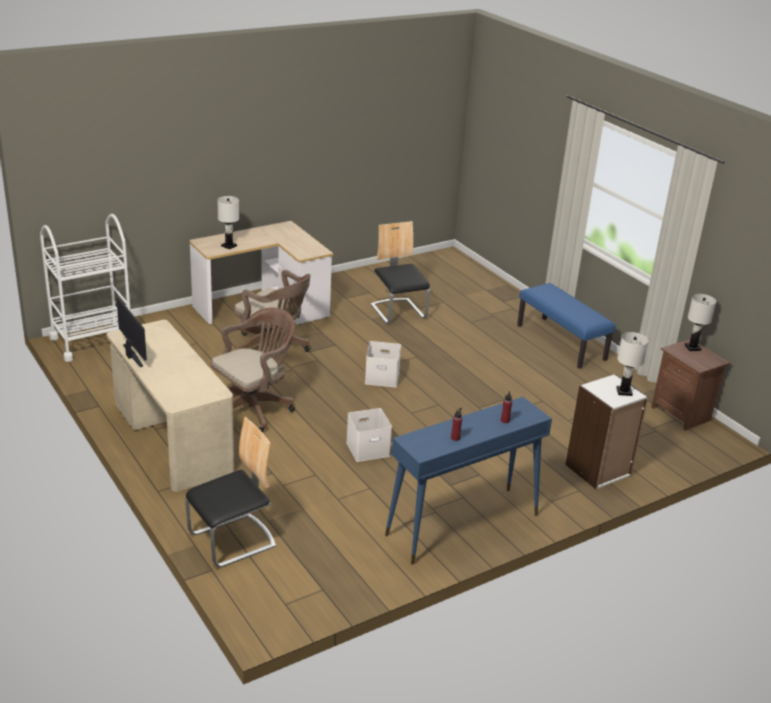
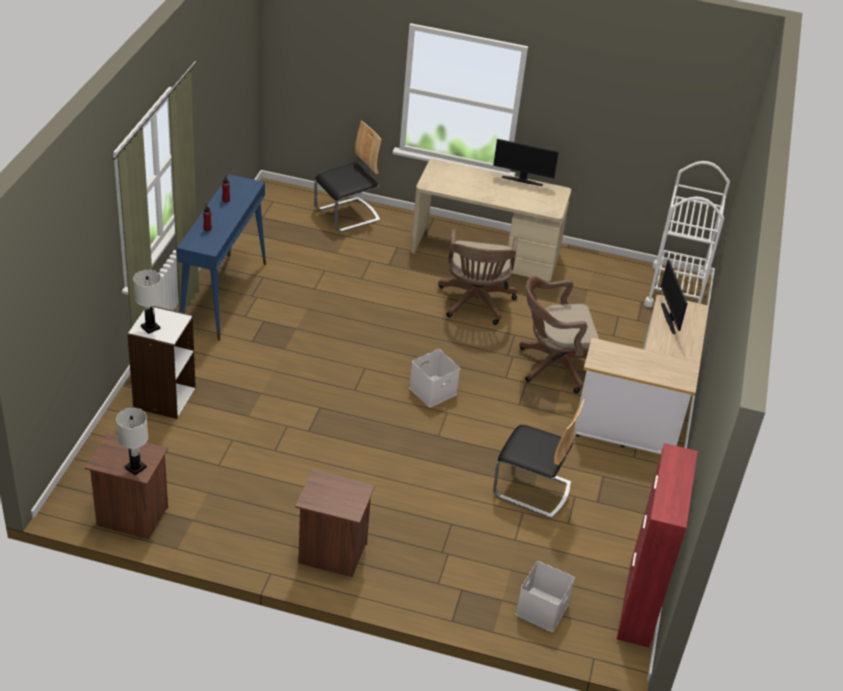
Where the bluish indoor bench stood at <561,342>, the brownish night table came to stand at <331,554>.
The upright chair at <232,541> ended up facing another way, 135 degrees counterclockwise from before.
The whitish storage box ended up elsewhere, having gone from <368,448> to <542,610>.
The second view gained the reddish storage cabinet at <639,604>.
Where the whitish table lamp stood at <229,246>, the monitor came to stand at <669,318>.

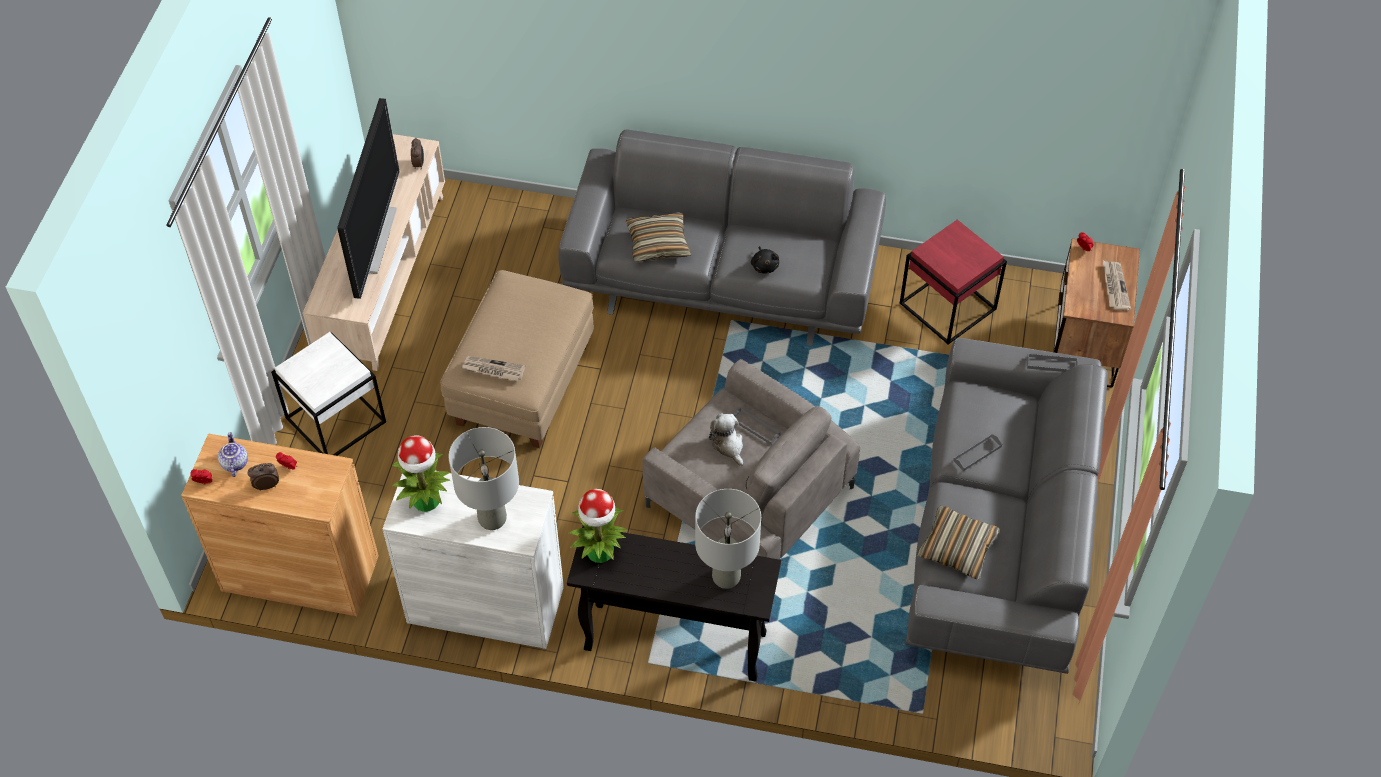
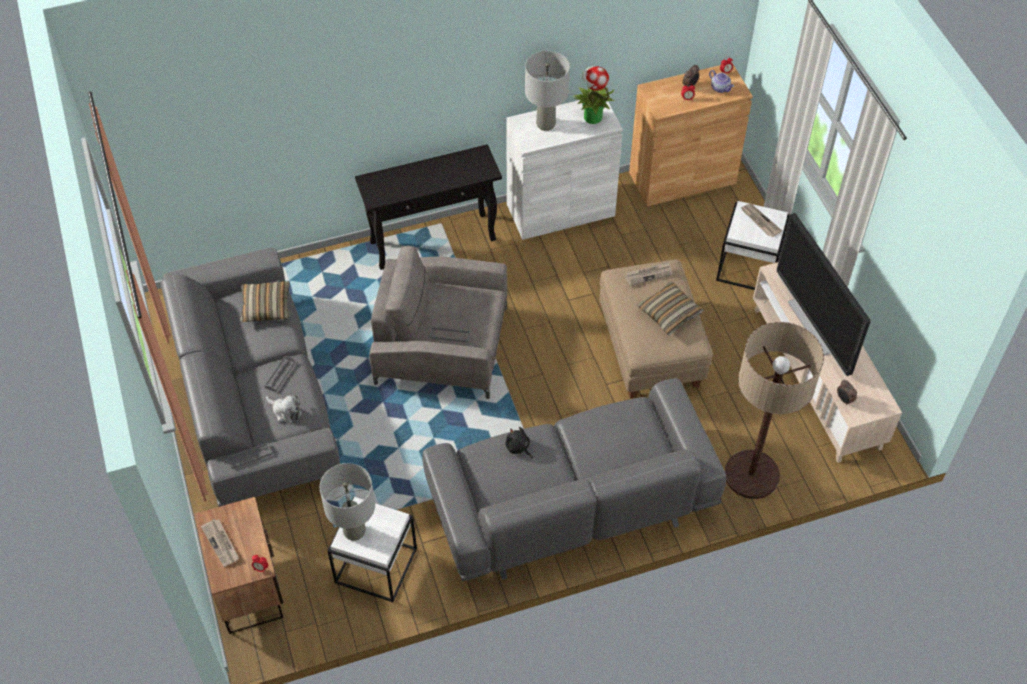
The soft toy ended up elsewhere, having gone from <728,445> to <285,411>.
The grey table lamp ended up elsewhere, having gone from <726,576> to <354,531>.
What was the reddish side table at <949,306> turned into the whitish side table at <375,566>.
The throw pillow ended up elsewhere, having gone from <658,244> to <669,313>.
The second view gained the floor lamp at <751,475>.
The second view gained the printed paper at <759,221>.
The second view lost the plant in a pot at <600,552>.

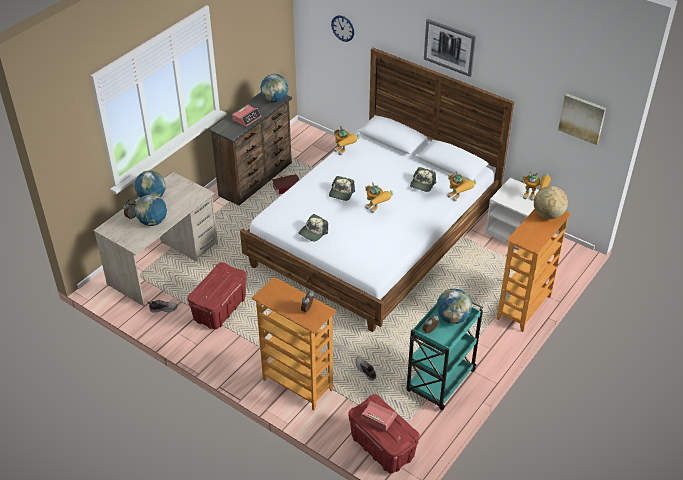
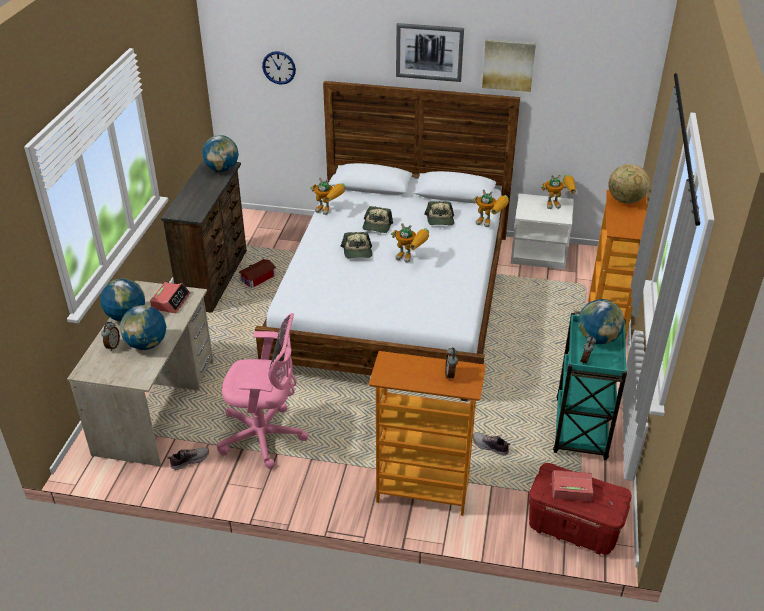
The bedside clock ended up elsewhere, having gone from <247,118> to <171,301>.
Where the reddish storage box stood at <220,309>, the pink-coloured desk chair came to stand at <265,437>.
The cap ended up elsewhere, having gone from <313,232> to <377,226>.
The wall picture ended up elsewhere, having gone from <582,118> to <508,64>.

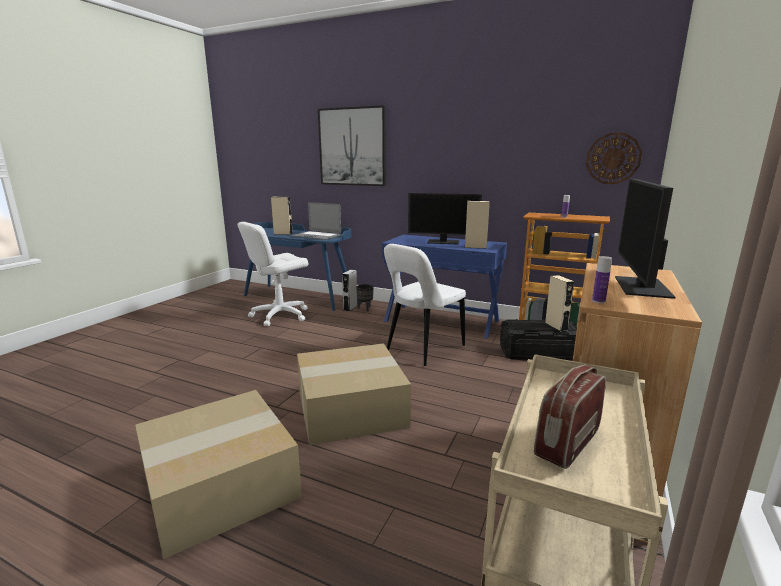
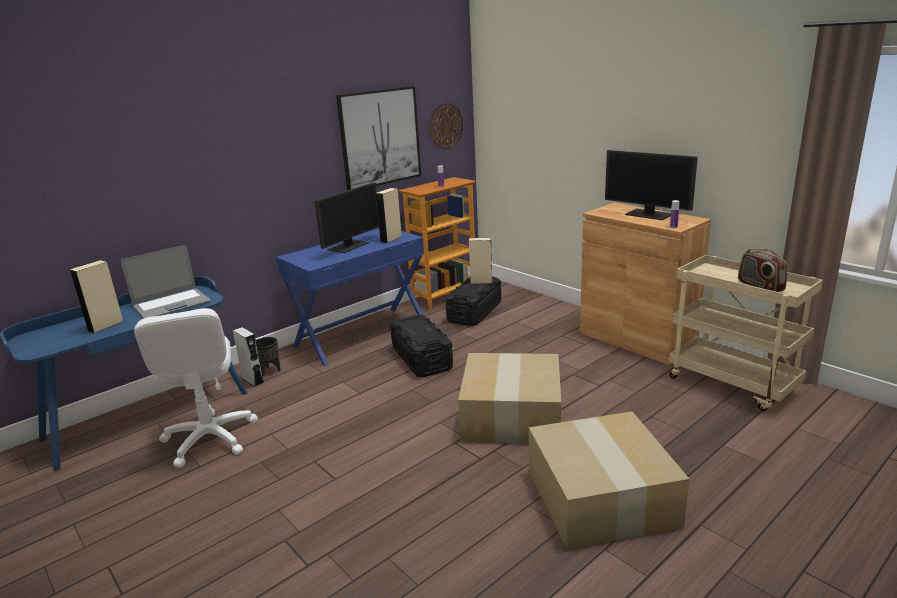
The wall picture ended up elsewhere, having gone from <352,147> to <380,137>.
Where the whitish upright chair stood at <422,349>, the black-coloured storage box came to stand at <421,358>.

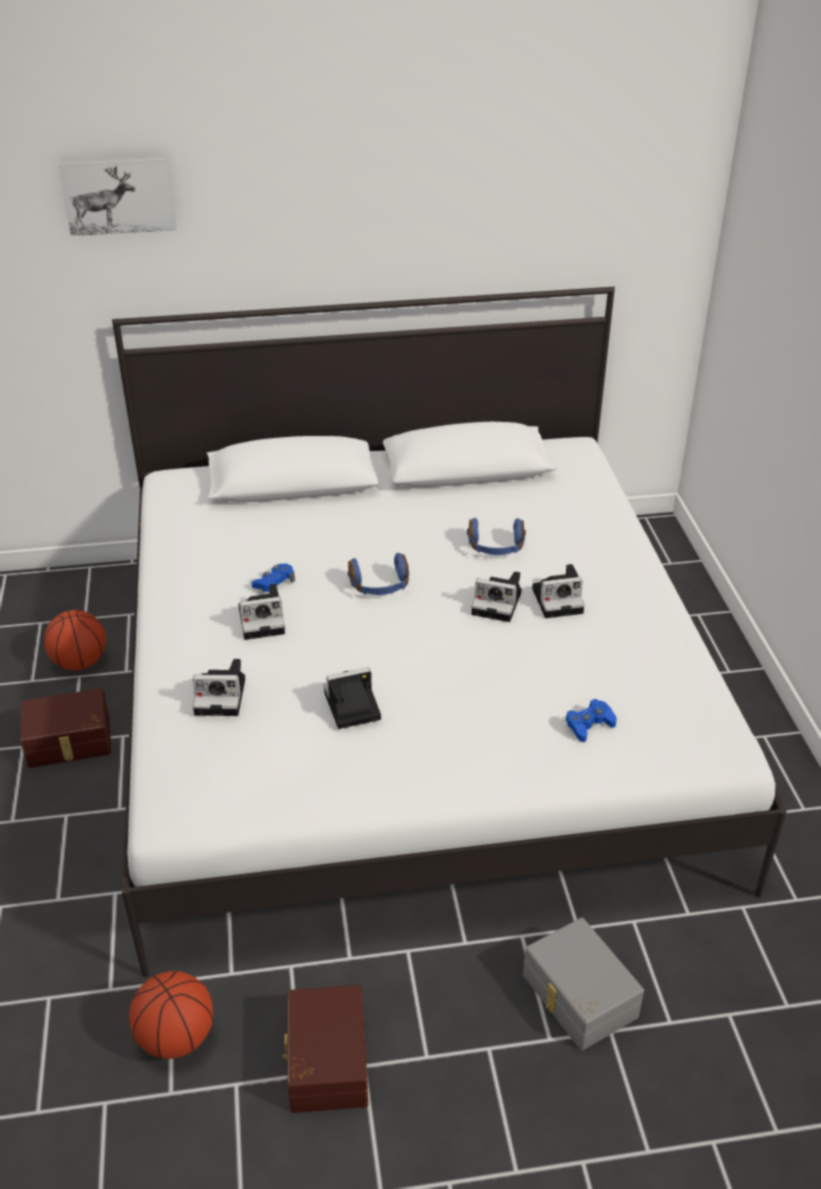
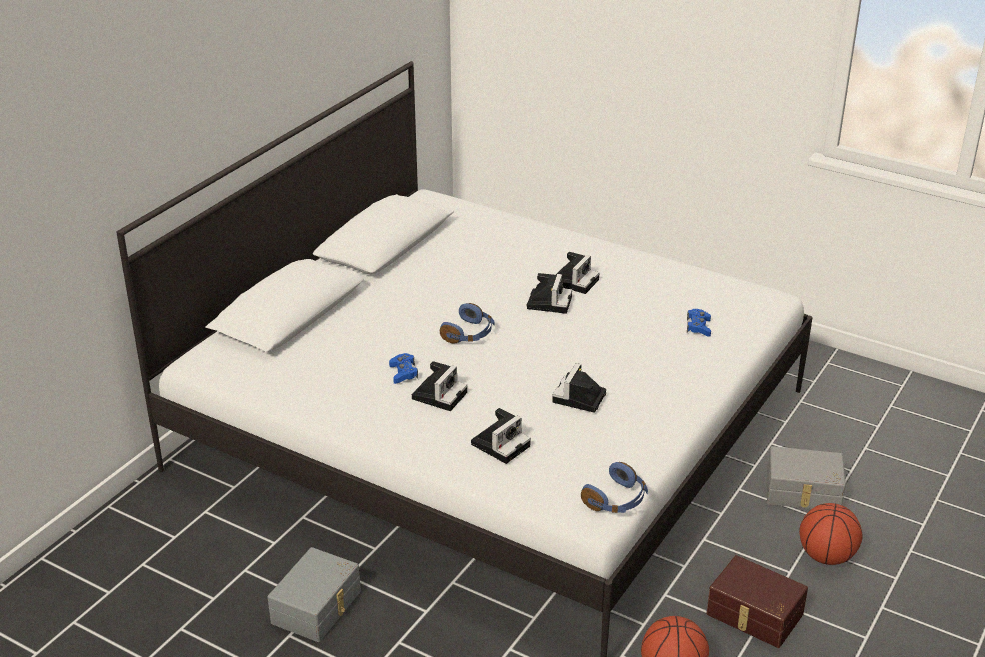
What was the brownish storage box at <69,742> turned into the grey storage box at <318,607>.
The still camera at <499,603> ended up facing another way, 45 degrees counterclockwise from before.
The bluish headphones ended up elsewhere, having gone from <496,547> to <616,500>.
The basketball ended up elsewhere, having gone from <80,663> to <826,557>.
The second view lost the wall picture at <118,194>.

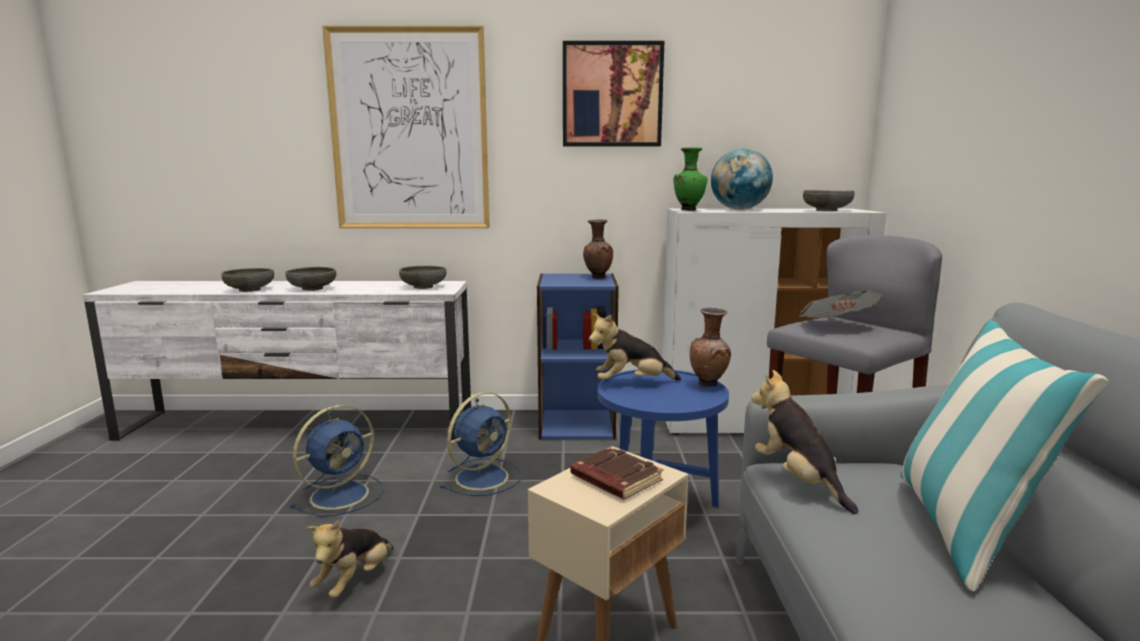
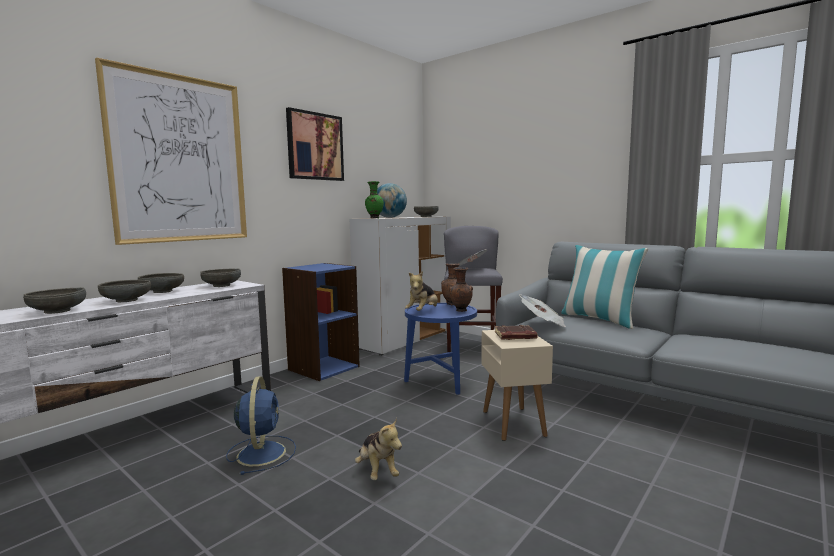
The second view gained the grey bowl at <162,291>.
The brownish decorative vase ended up elsewhere, having gone from <597,278> to <460,311>.
Where the soft toy stood at <798,480>, the printed paper came to stand at <543,323>.
The second view lost the bluish fan at <484,476>.

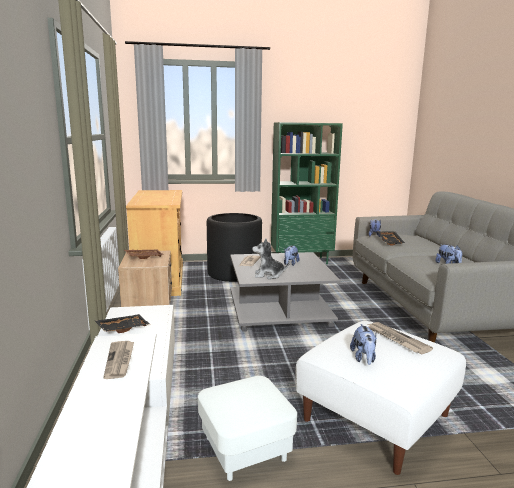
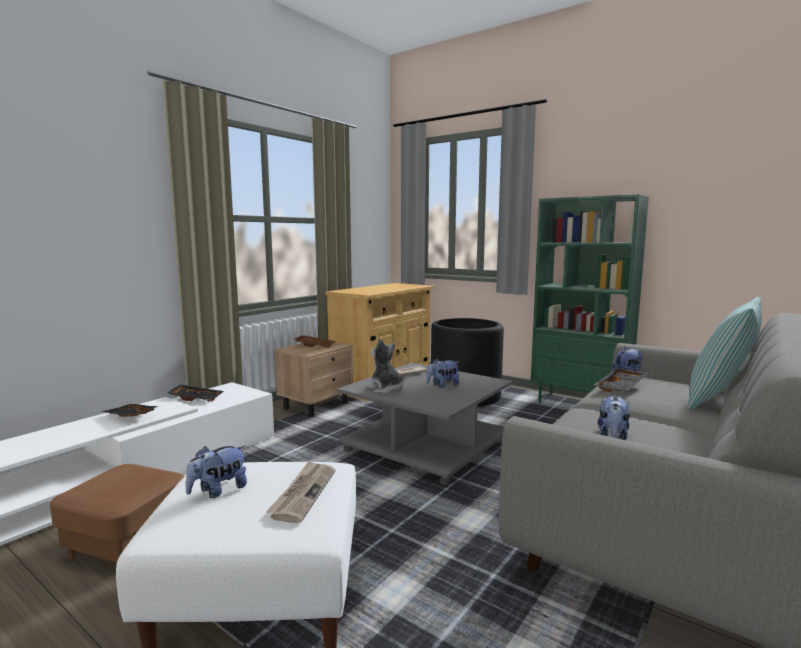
What was the whitish footrest at <245,448> turned into the brownish footrest at <126,543>.
Where the printed paper stood at <120,360>, the black-coloured serving tray came to stand at <129,417>.
The second view gained the throw pillow at <720,399>.

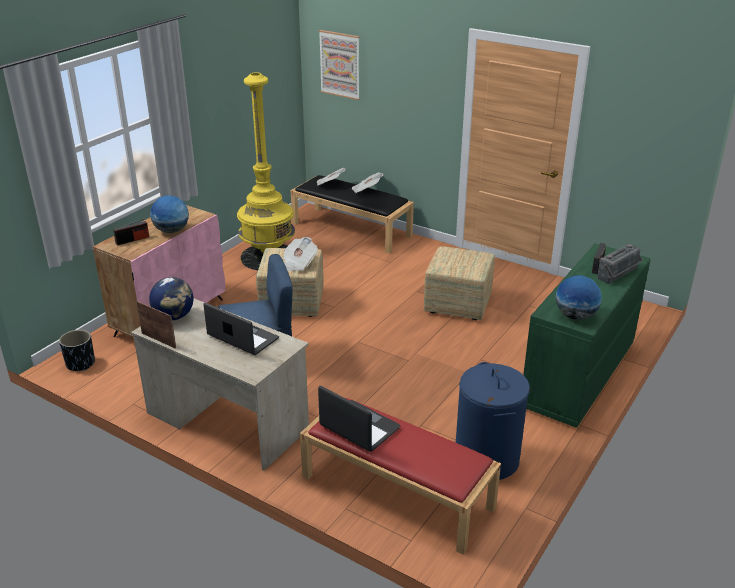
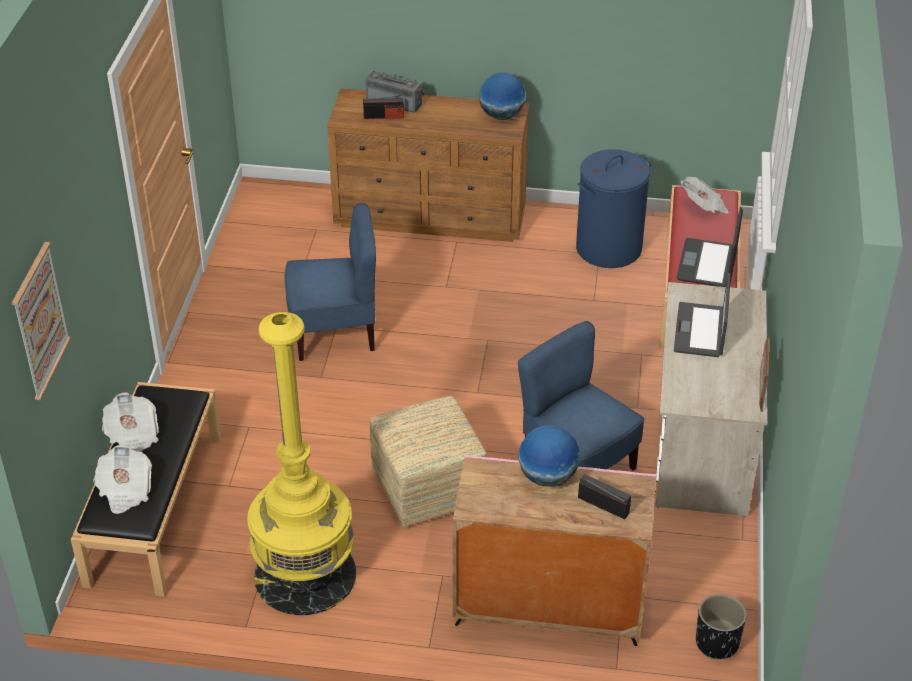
Where the footrest stood at <457,304>, the bluish upright chair came to stand at <334,333>.
What was the green-coloured chest of drawers at <578,376> turned into the brownish chest of drawers at <432,216>.
The printed paper ended up elsewhere, having gone from <298,264> to <703,207>.
The second view lost the globe at <174,316>.

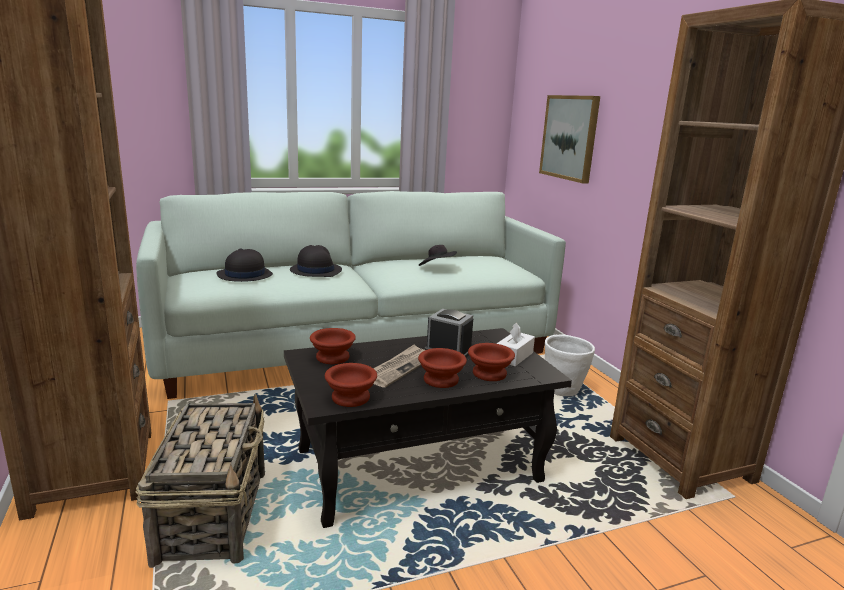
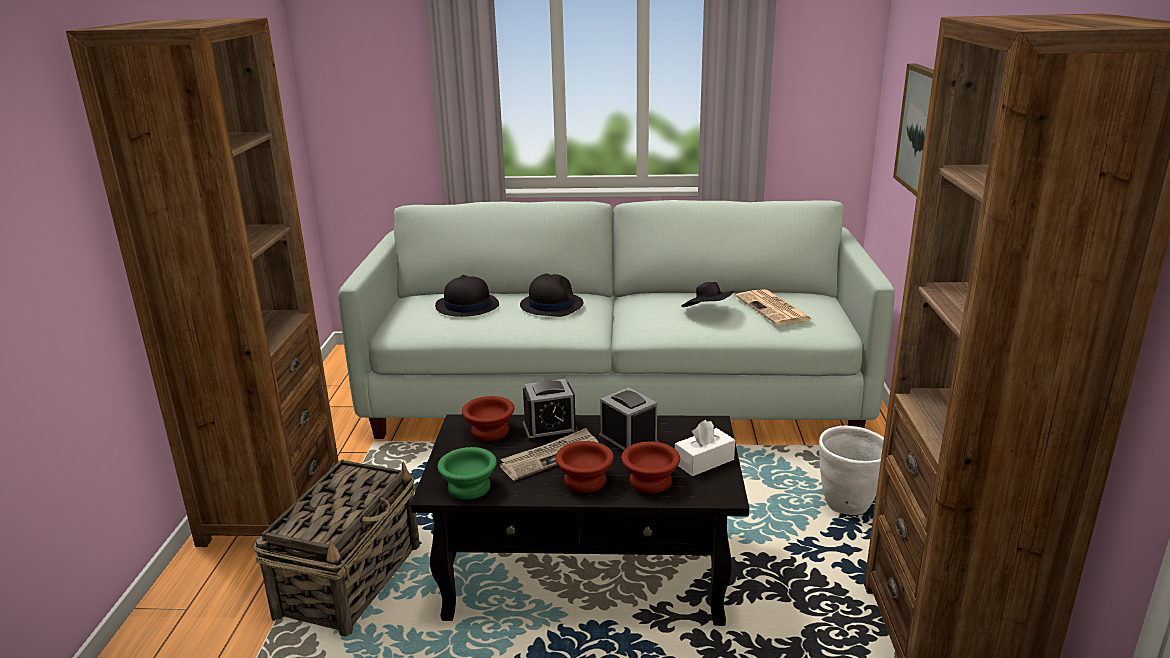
What was the brownish bowl at <350,398> turned into the green-coloured bowl at <468,488>.
The second view gained the bedside clock at <550,429>.
The second view gained the printed paper at <774,309>.

